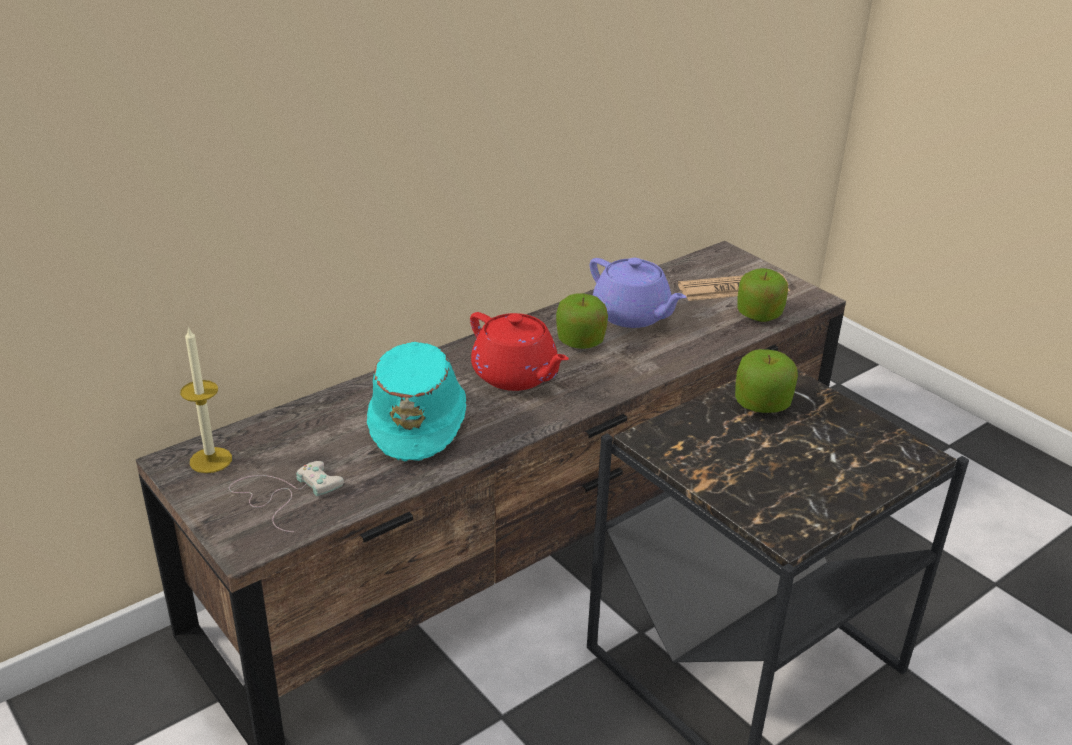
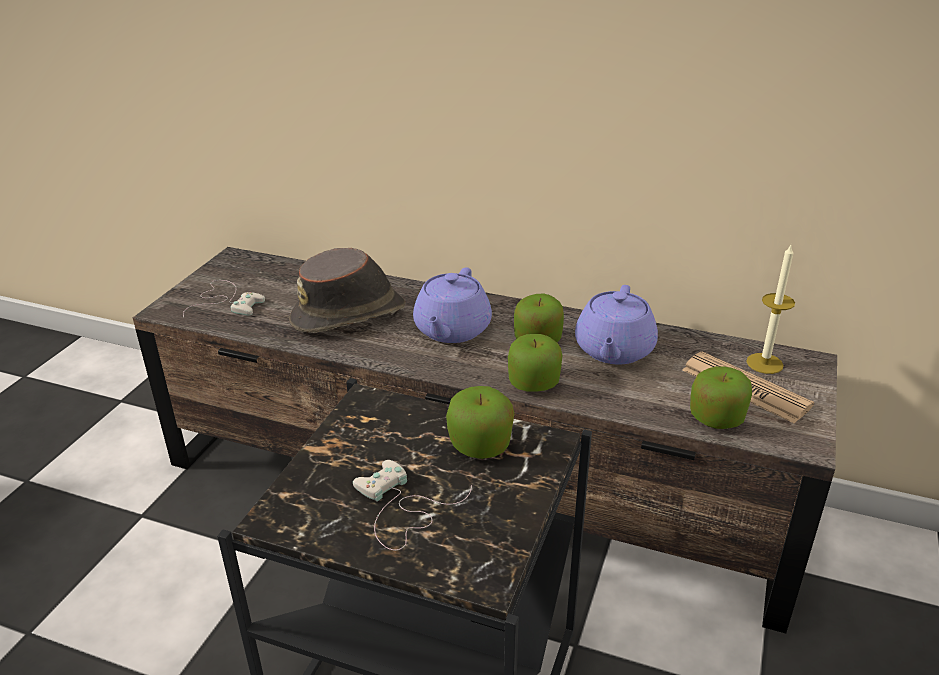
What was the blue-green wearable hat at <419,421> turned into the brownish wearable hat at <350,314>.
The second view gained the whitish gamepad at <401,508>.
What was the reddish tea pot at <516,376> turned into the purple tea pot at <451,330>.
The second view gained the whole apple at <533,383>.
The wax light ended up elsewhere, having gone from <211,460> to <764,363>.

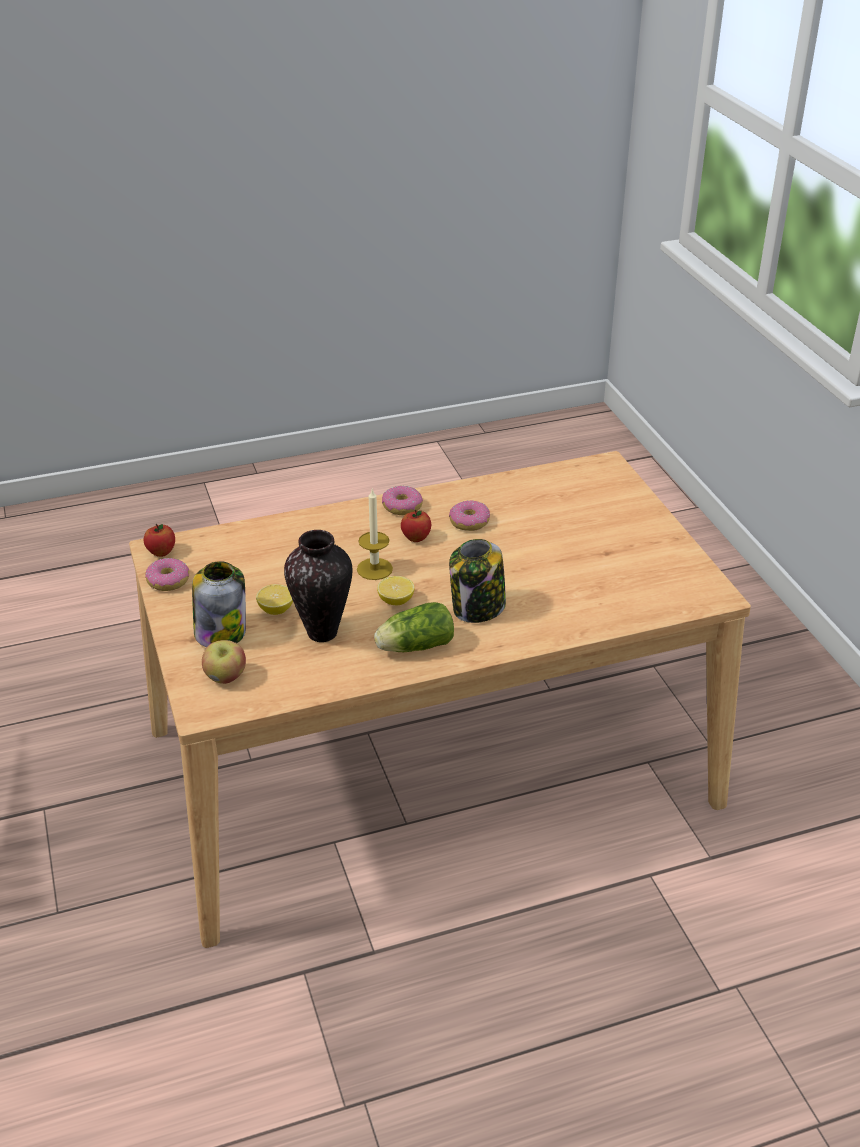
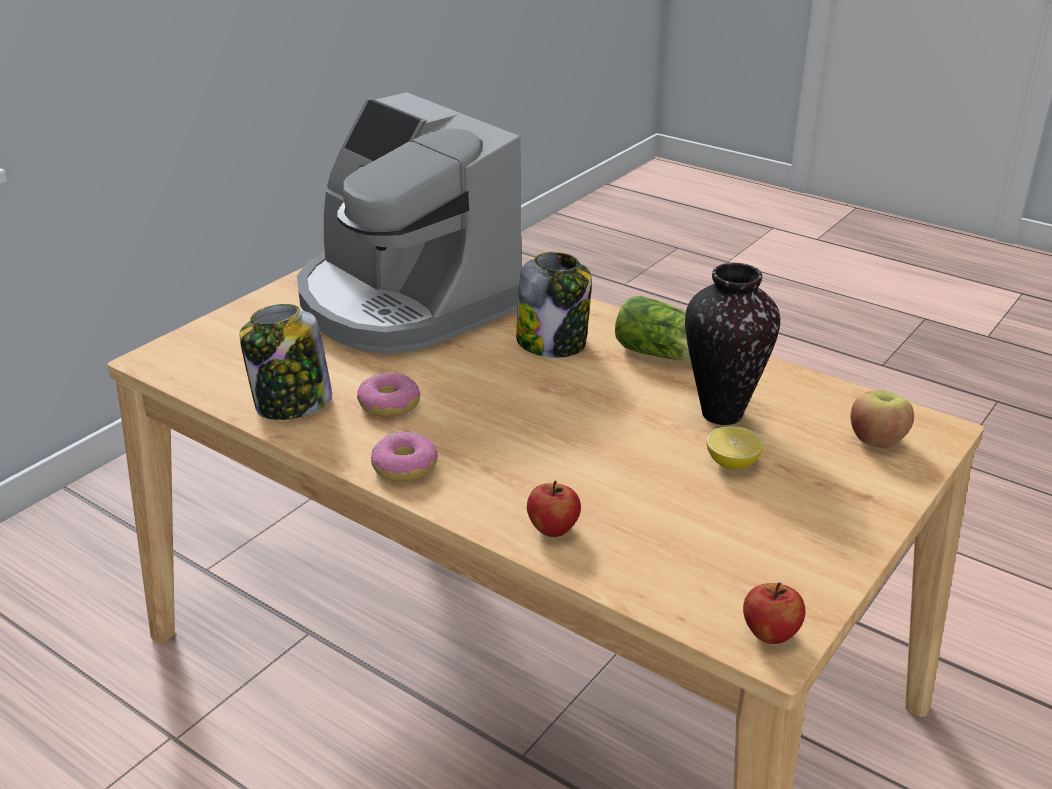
The jar ended up elsewhere, having gone from <221,632> to <292,404>.
The second view gained the coffee maker at <404,302>.
The whole apple ended up elsewhere, having gone from <416,538> to <553,529>.
The second view lost the doughnut at <168,581>.
The second view lost the wax light at <374,569>.
The second view lost the whole lemon at <396,601>.

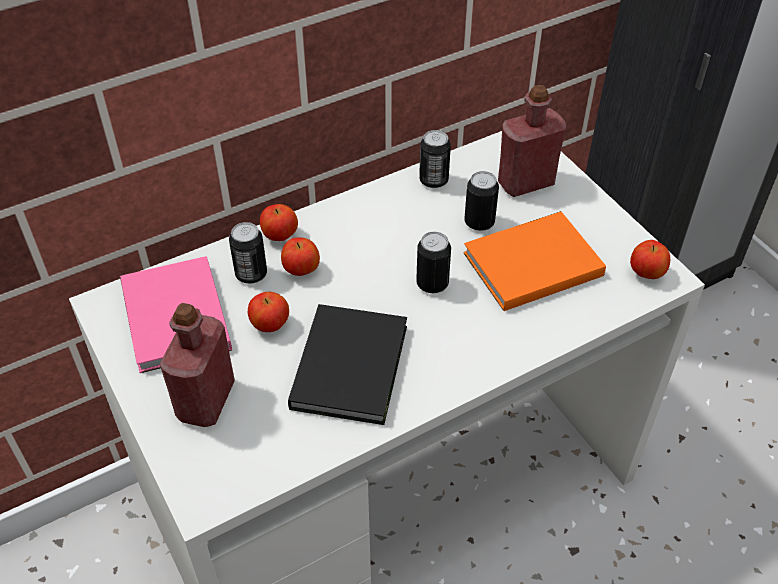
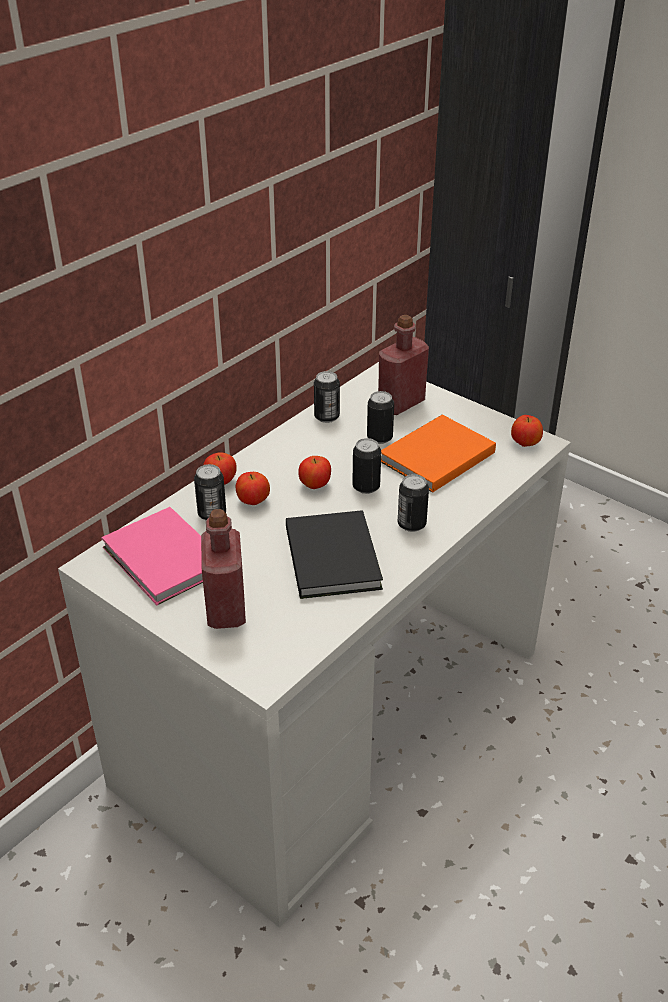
The whole apple ended up elsewhere, having gone from <270,325> to <315,485>.
The second view gained the sealed can at <411,524>.

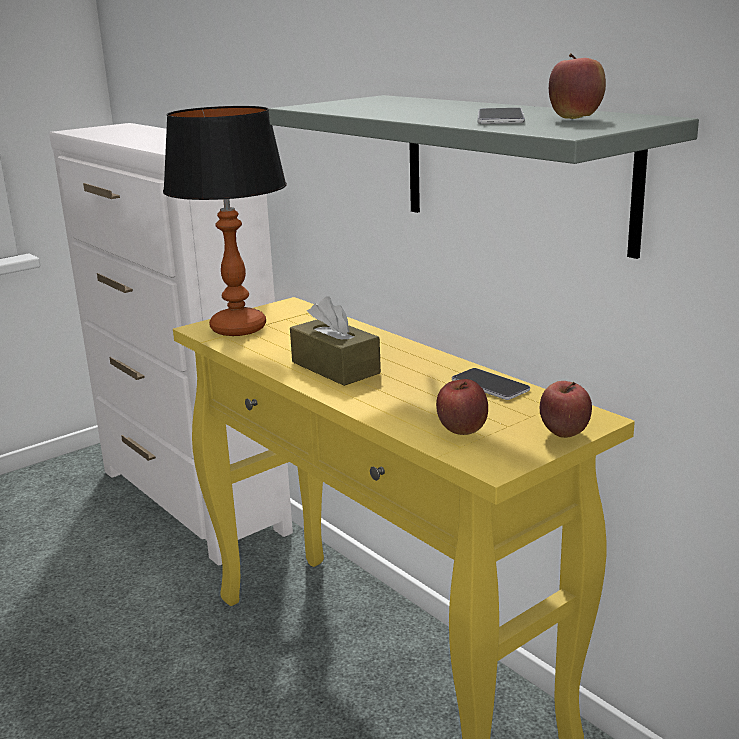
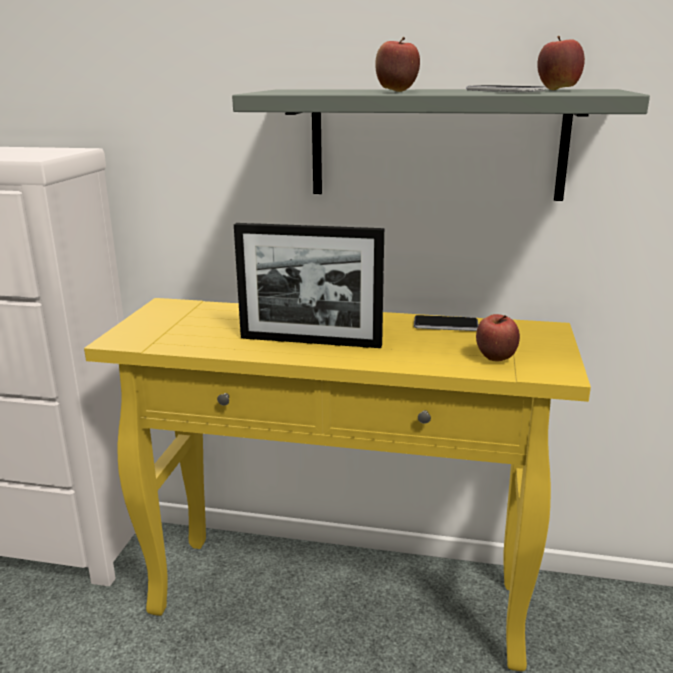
Where the brownish tissue box stood at <335,367>, the picture frame came to stand at <310,341>.
The whole apple ended up elsewhere, having gone from <564,434> to <396,91>.
The second view lost the table lamp at <238,328>.

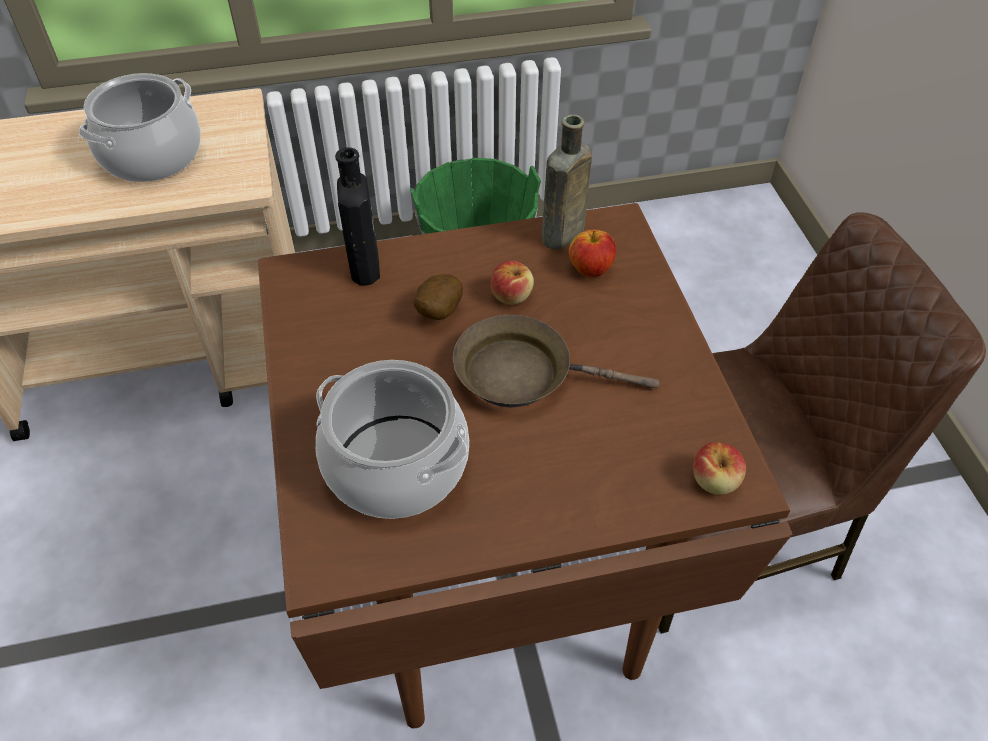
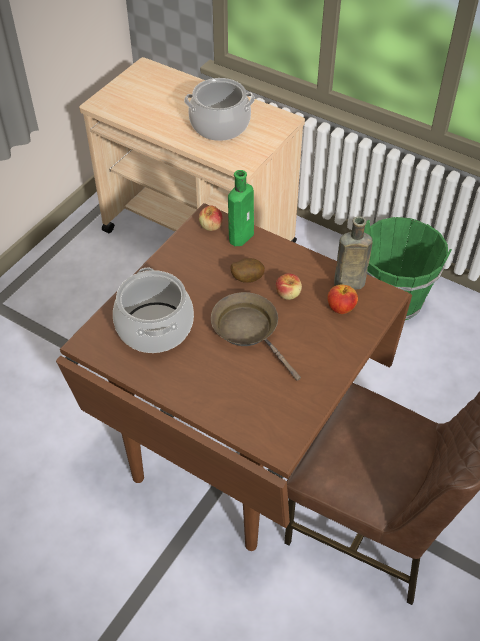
The whole apple ended up elsewhere, having gone from <715,481> to <211,226>.
What was the black-coloured bottle at <364,265> turned into the green-coloured bottle at <242,235>.

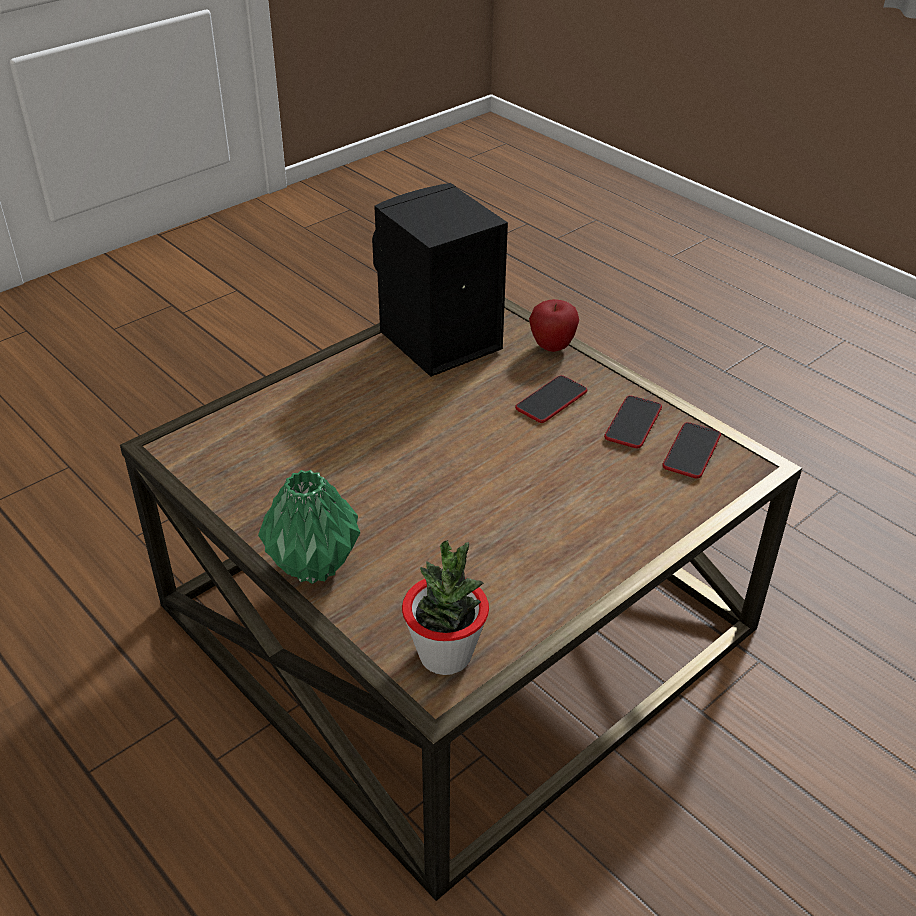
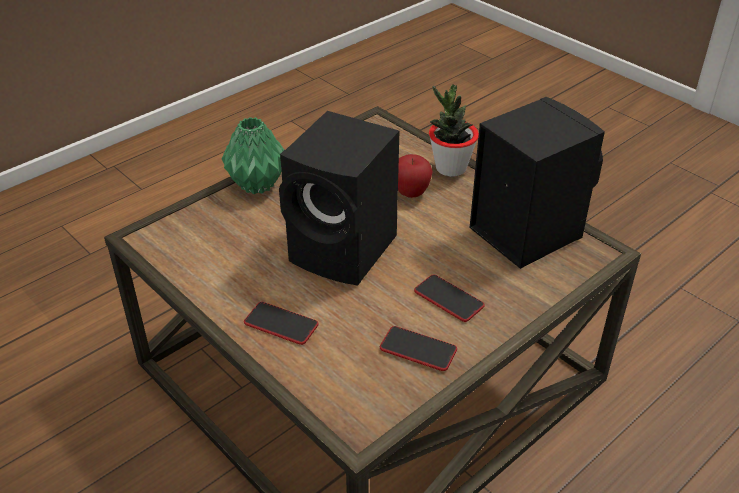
The handset ended up elsewhere, having gone from <691,451> to <281,324>.
The second view gained the black-coloured audio speaker at <346,251>.
The whole apple ended up elsewhere, having gone from <552,346> to <411,193>.
The plant in a pot ended up elsewhere, having gone from <445,655> to <450,168>.

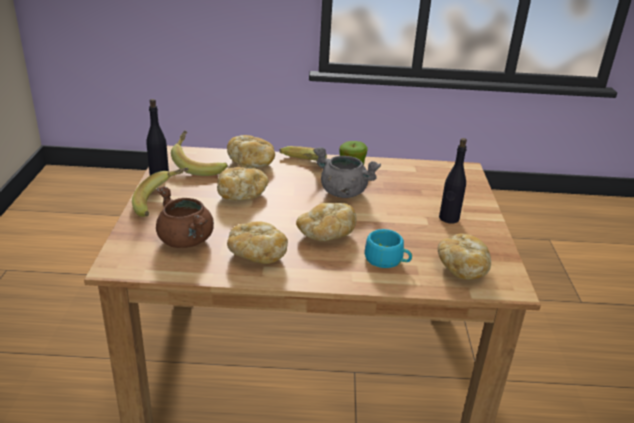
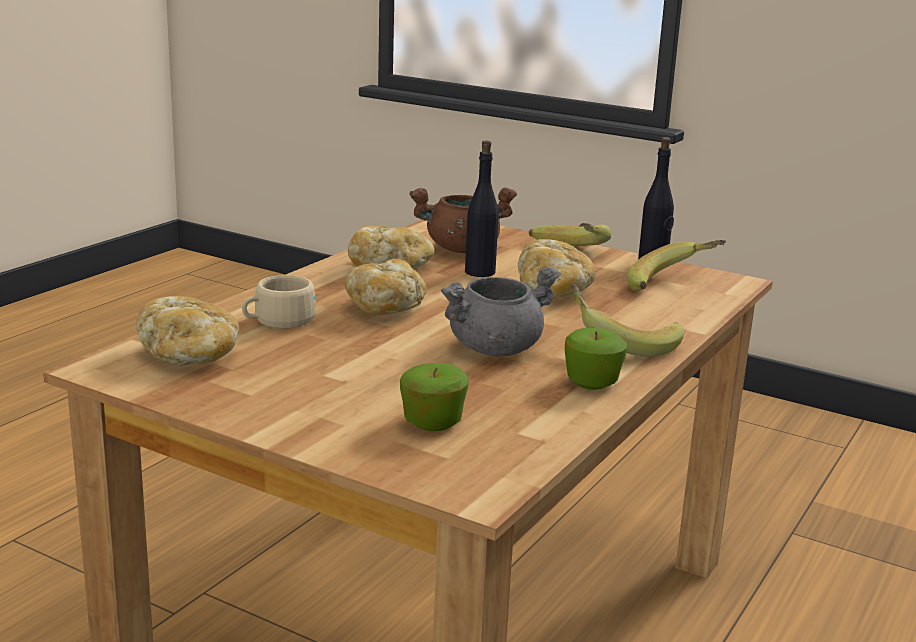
What was the blue-green drinking cup at <387,260> turned into the sand-coloured drinking cup at <278,321>.
The second view gained the whole apple at <433,423>.
The black-coloured bottle ended up elsewhere, having gone from <449,218> to <479,272>.
The second view lost the bread at <252,163>.

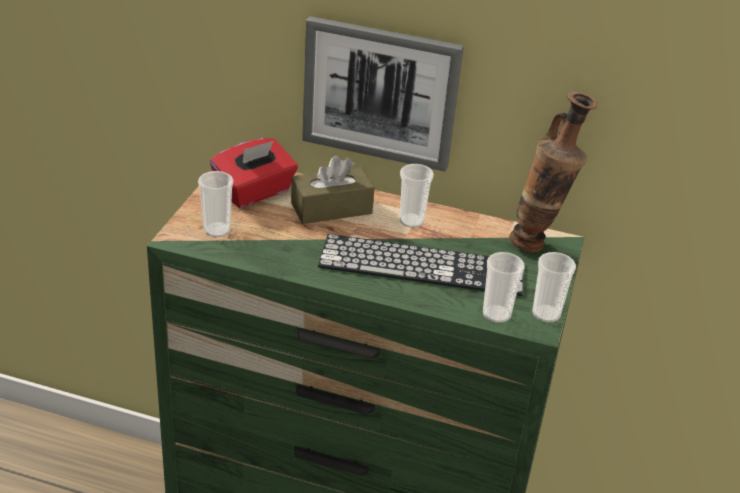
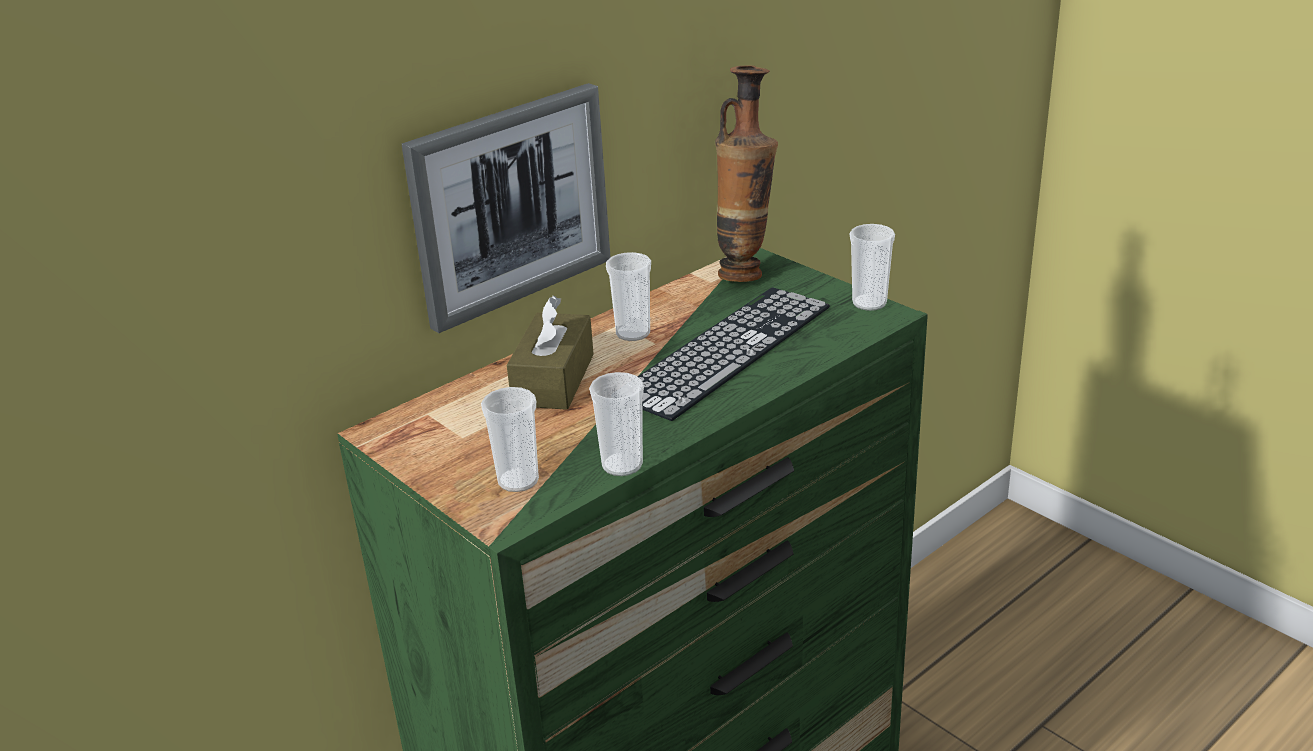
The drinking cup ended up elsewhere, having gone from <496,314> to <622,465>.
The second view lost the reddish tissue box at <254,192>.

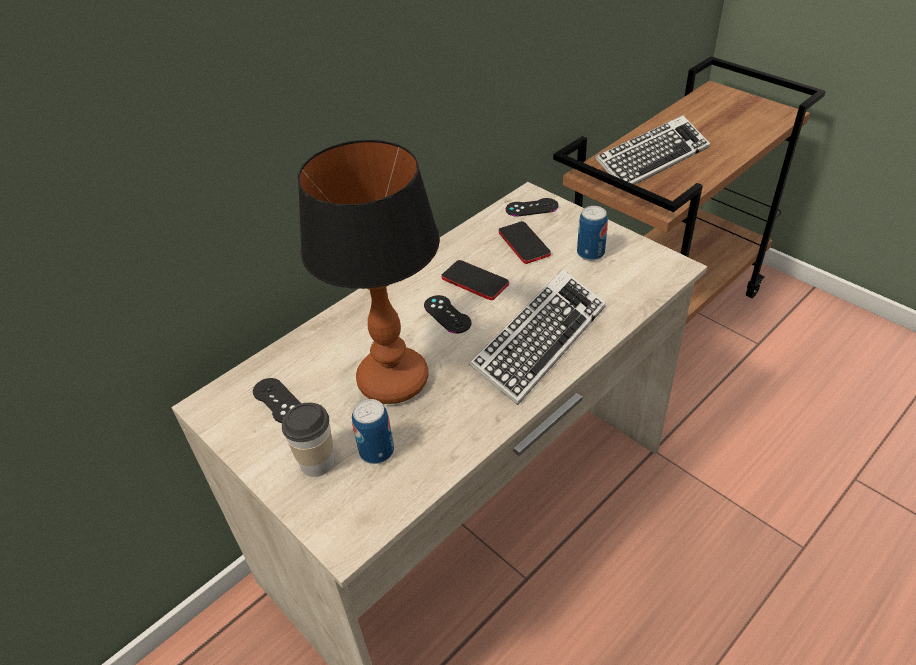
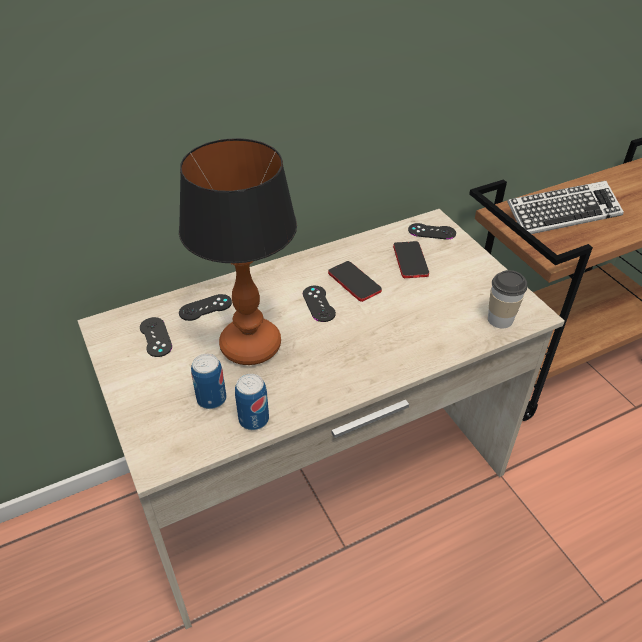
The second view gained the black-coloured gamepad at <205,307>.
The sealed can ended up elsewhere, having gone from <590,253> to <254,419>.
The drinking cup ended up elsewhere, having gone from <317,462> to <500,319>.
The second view lost the PC keyboard at <539,341>.

